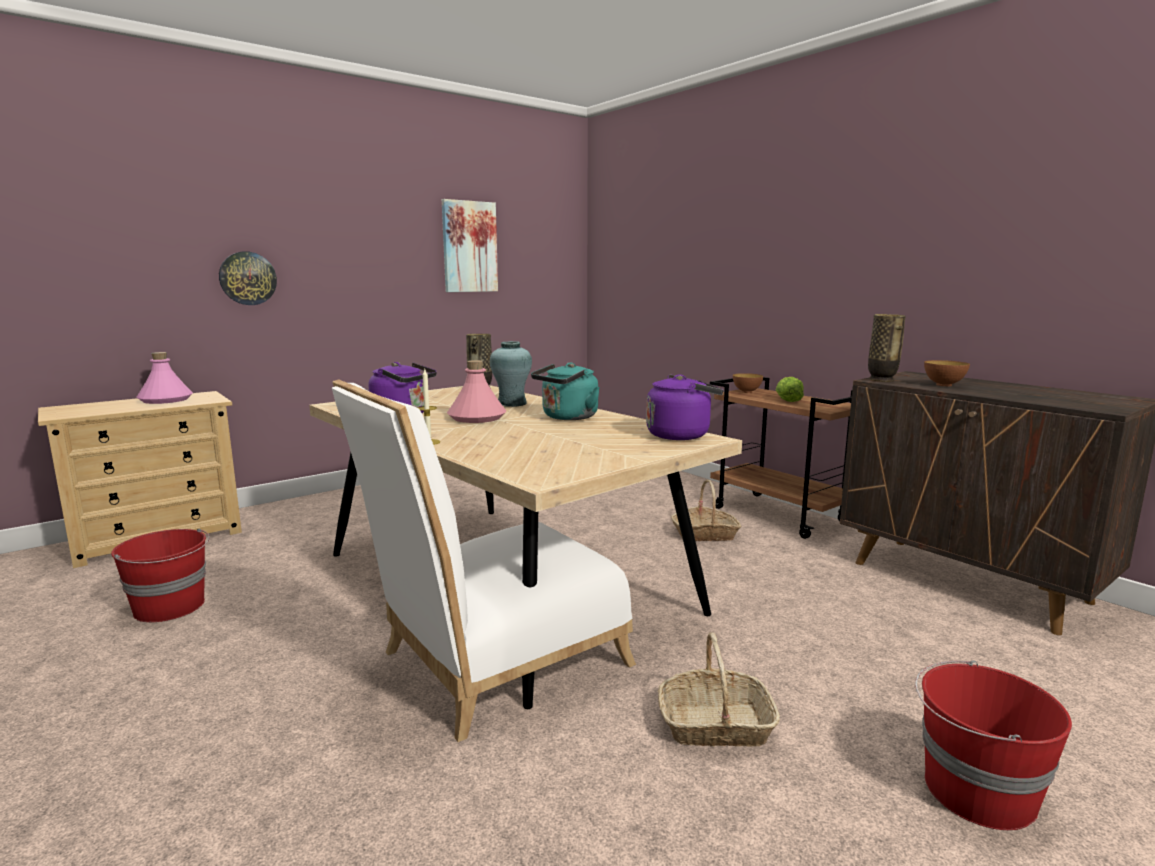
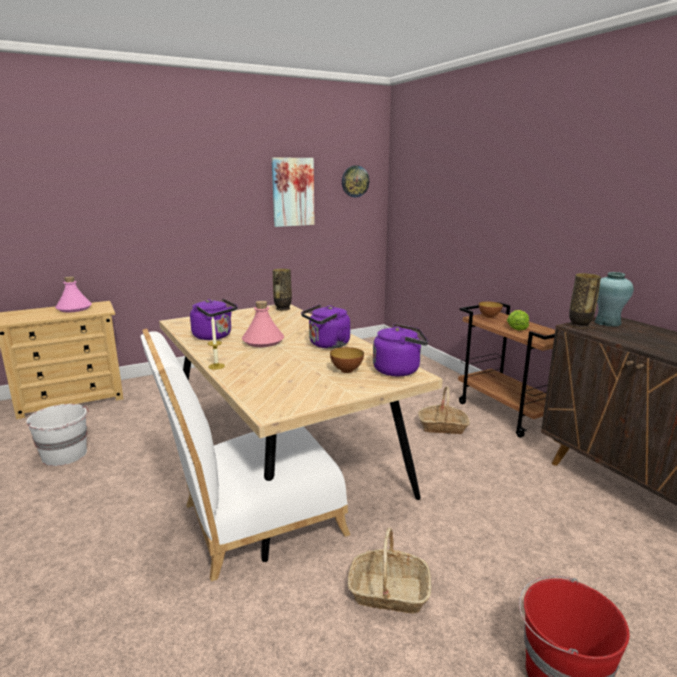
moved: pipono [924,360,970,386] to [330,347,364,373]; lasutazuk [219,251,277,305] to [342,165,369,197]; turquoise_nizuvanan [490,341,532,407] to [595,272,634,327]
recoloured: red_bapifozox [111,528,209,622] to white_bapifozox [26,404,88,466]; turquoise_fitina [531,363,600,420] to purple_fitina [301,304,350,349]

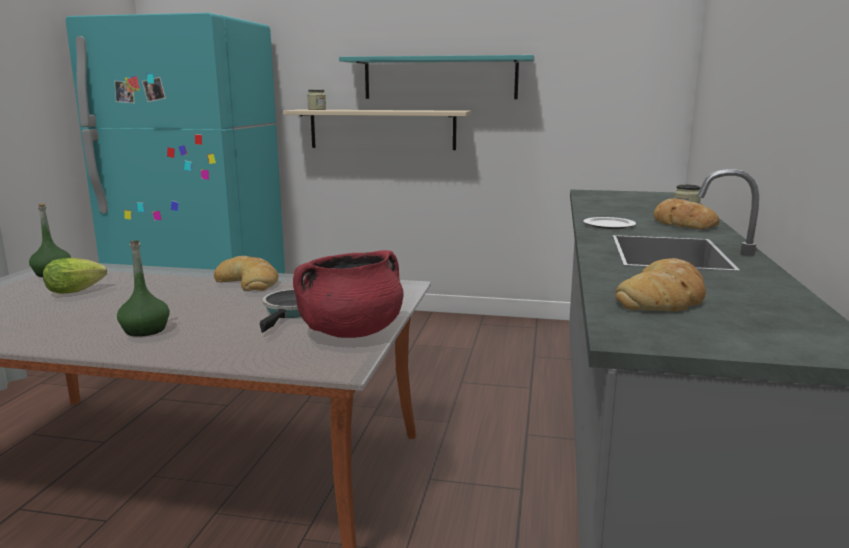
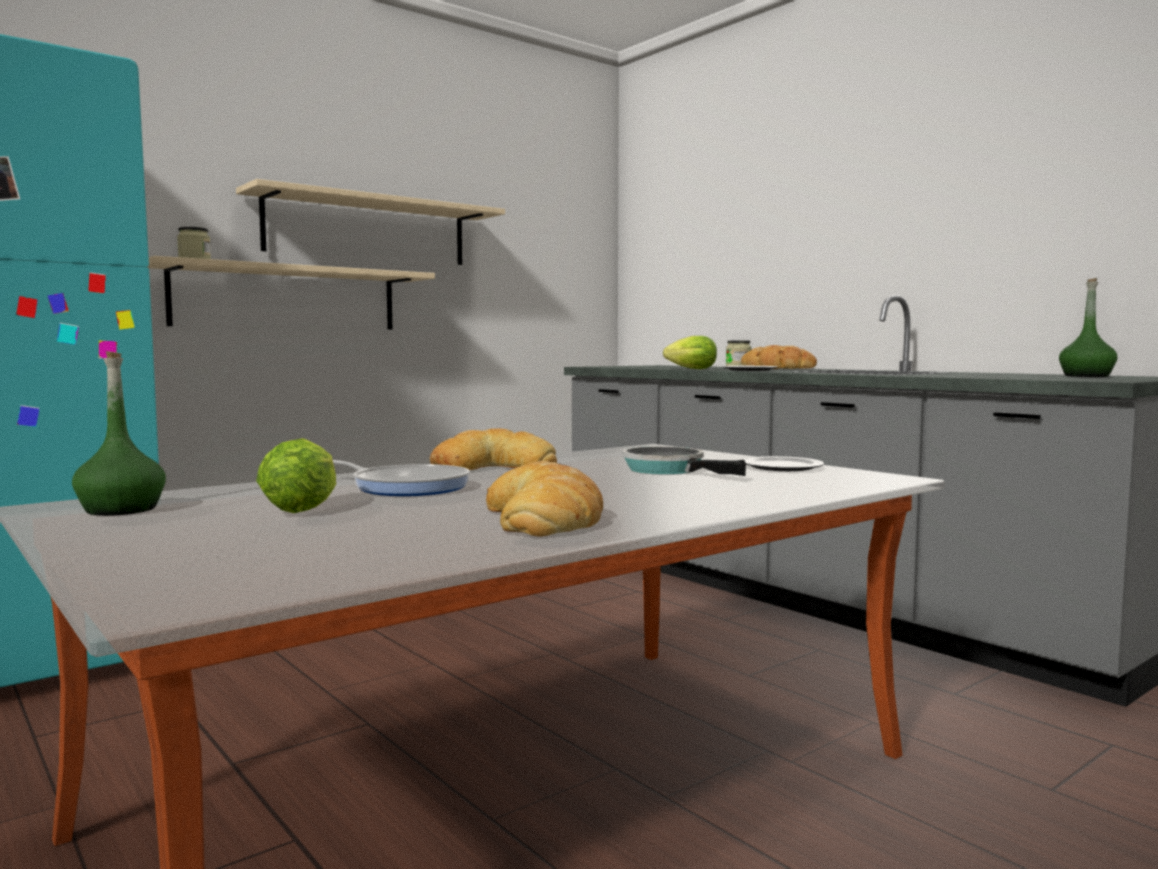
added: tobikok [333,460,470,496]; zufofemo [663,336,717,369]
moved: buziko [615,258,706,311] to [486,461,603,537]; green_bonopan [117,240,170,337] to [1059,278,1118,377]
replaced: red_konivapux [293,250,404,338] to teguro [743,456,824,471]
recoloured: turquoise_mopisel [339,55,535,99] to beige_mopisel [236,179,505,265]

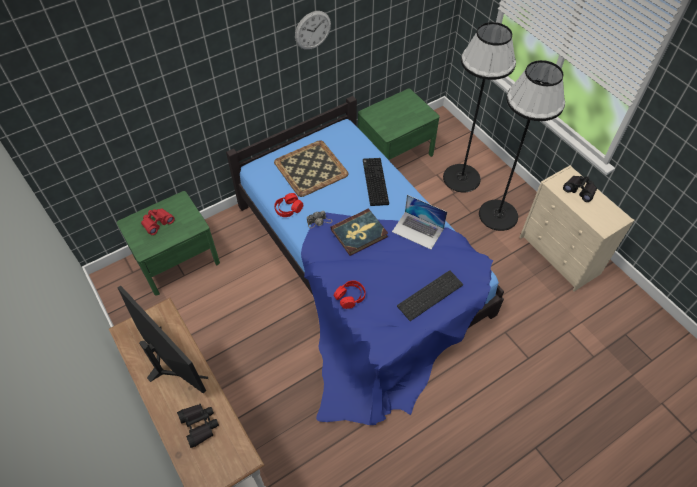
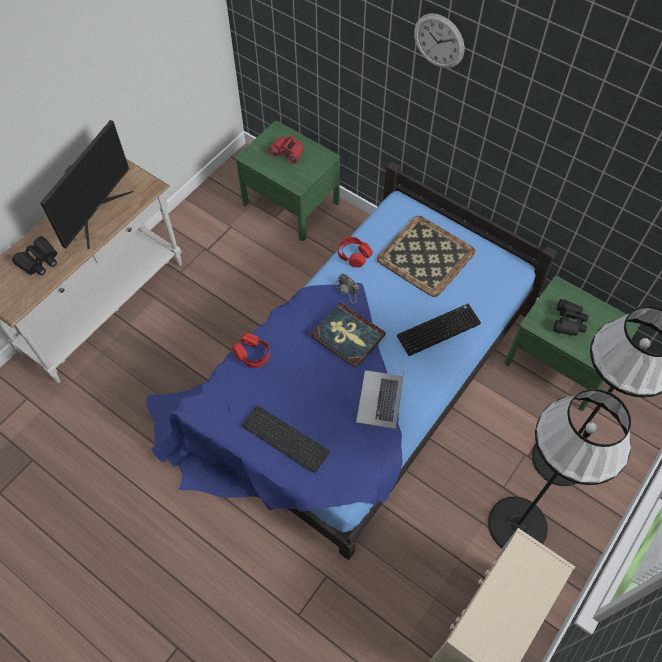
moved: lasutazuk [295,11,331,50] to [414,14,465,68]; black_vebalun [563,176,597,202] to [553,299,589,336]

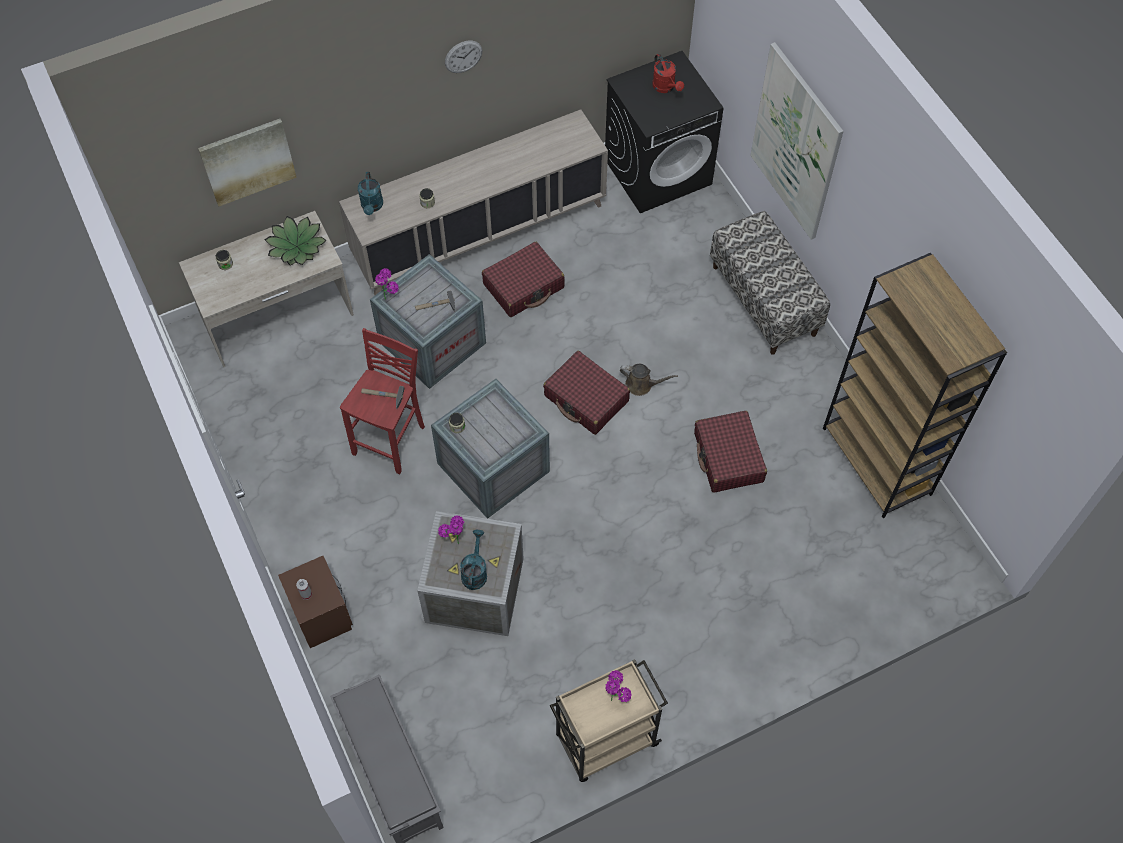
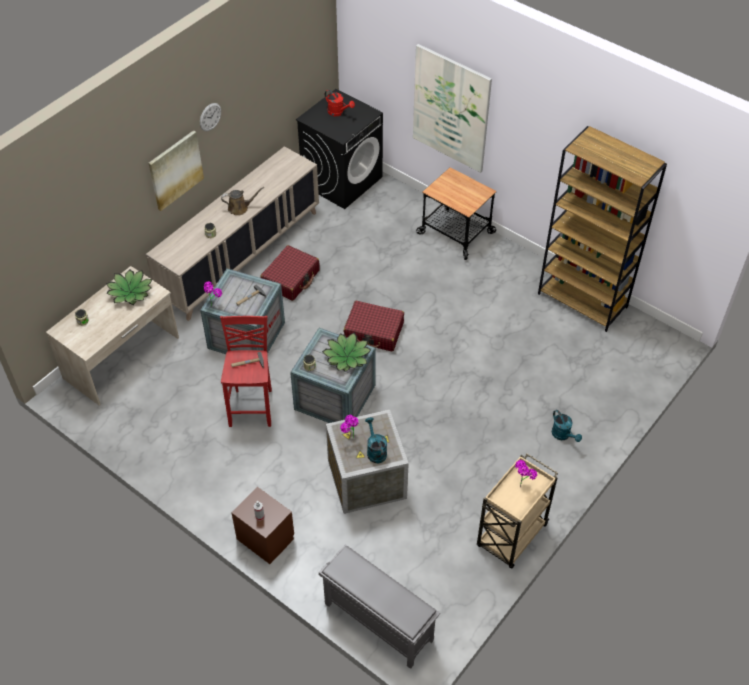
removed: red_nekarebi [694,411,767,493]
added: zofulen [322,333,371,372]
moved: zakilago [198,119,297,206] to [148,130,204,211]; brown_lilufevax [620,364,678,396] to [221,187,264,216]; turquoise_lilufevax [358,172,383,215] to [552,410,582,442]
replaced: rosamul [710,211,830,355] to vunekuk [416,167,497,260]

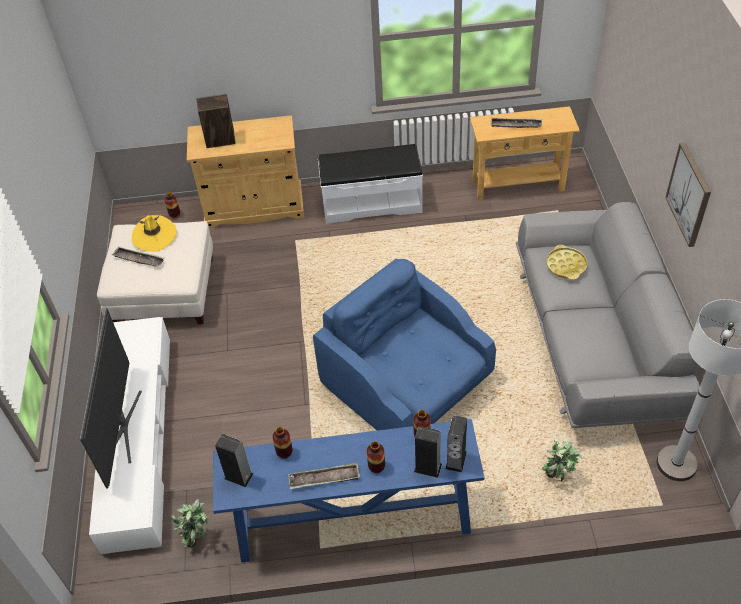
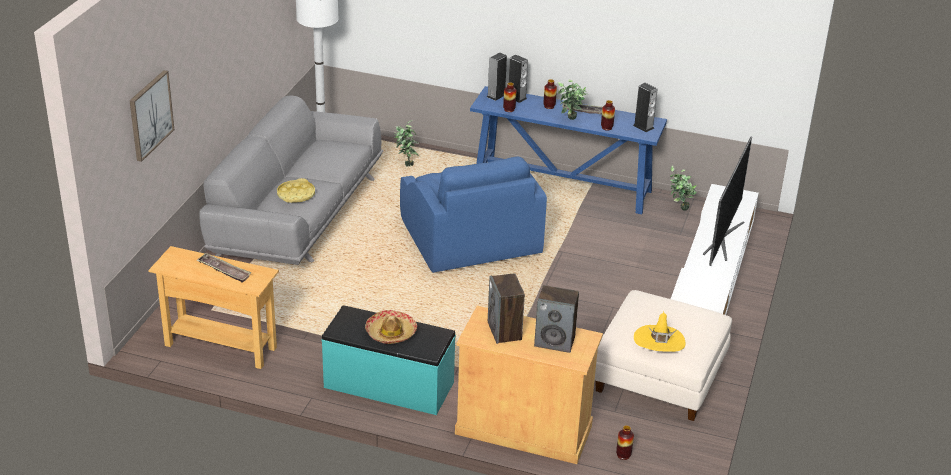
removed: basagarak [112,247,165,267]
added: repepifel [365,310,417,344]; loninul [488,273,525,344]; zofulen [558,79,587,120]
moved: zakilago [665,143,711,247] to [129,70,175,162]
recoloured: white_rosamul [318,144,423,224] to turquoise_rosamul [322,305,456,415]

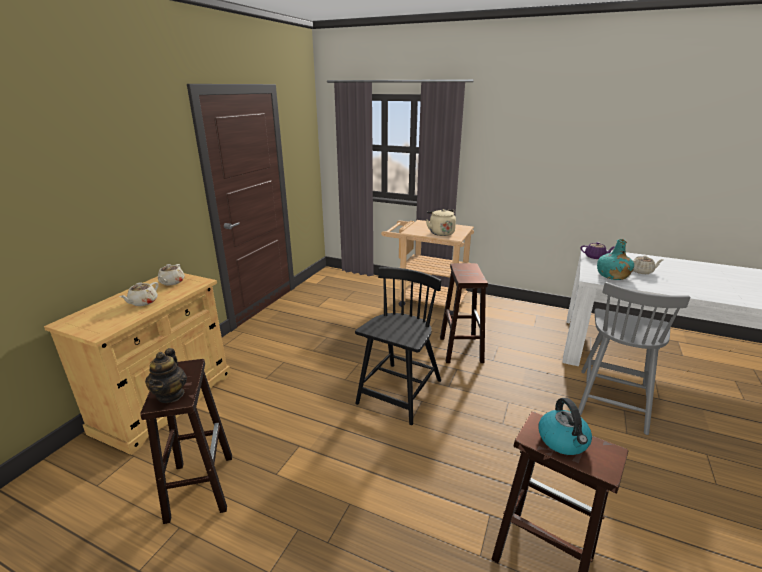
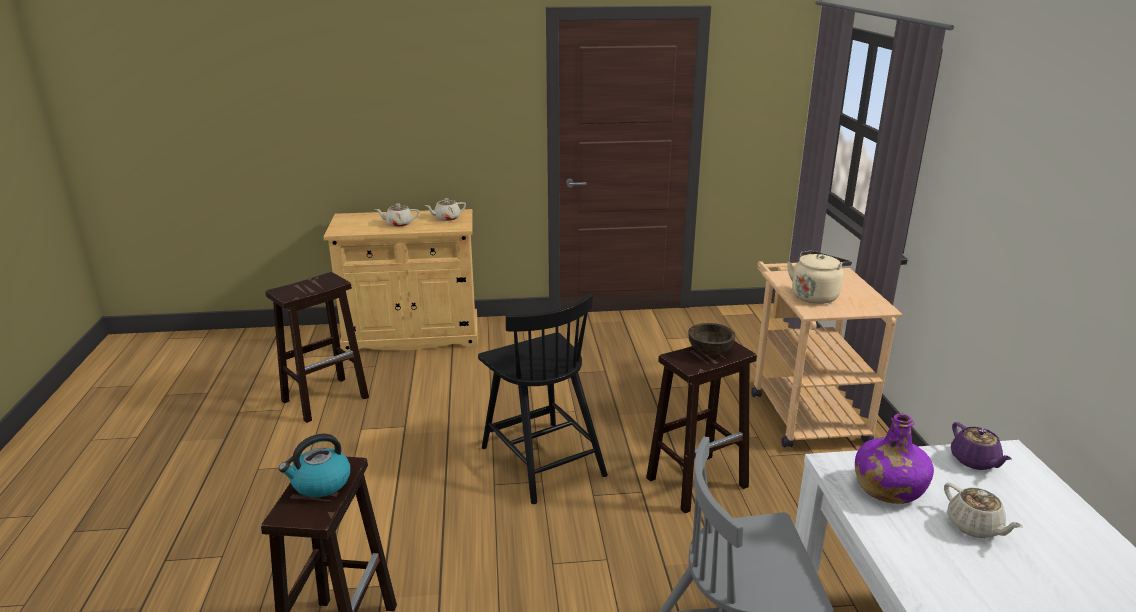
removed: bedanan [145,348,187,403]
added: brown_pipono [688,323,735,356]
recoloured: turquoise_bonopan [597,239,634,280] to purple_bonopan [855,414,934,504]
turned: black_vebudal [355,267,441,425] = [478,294,608,504] 60 degrees clockwise

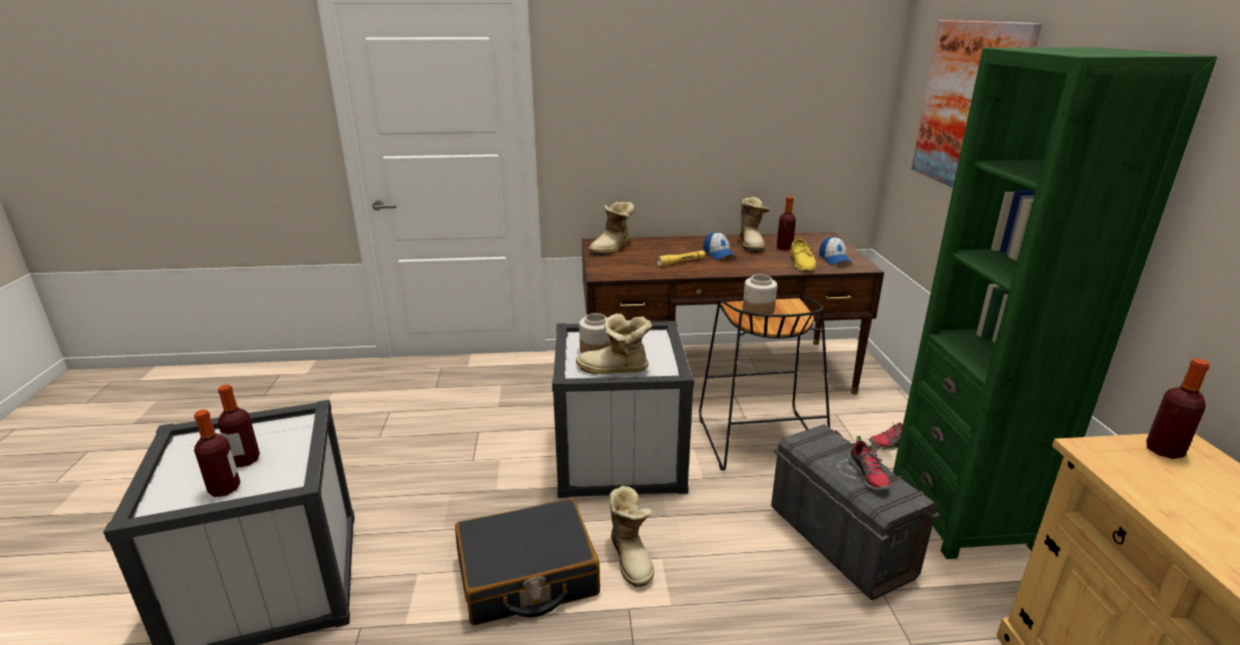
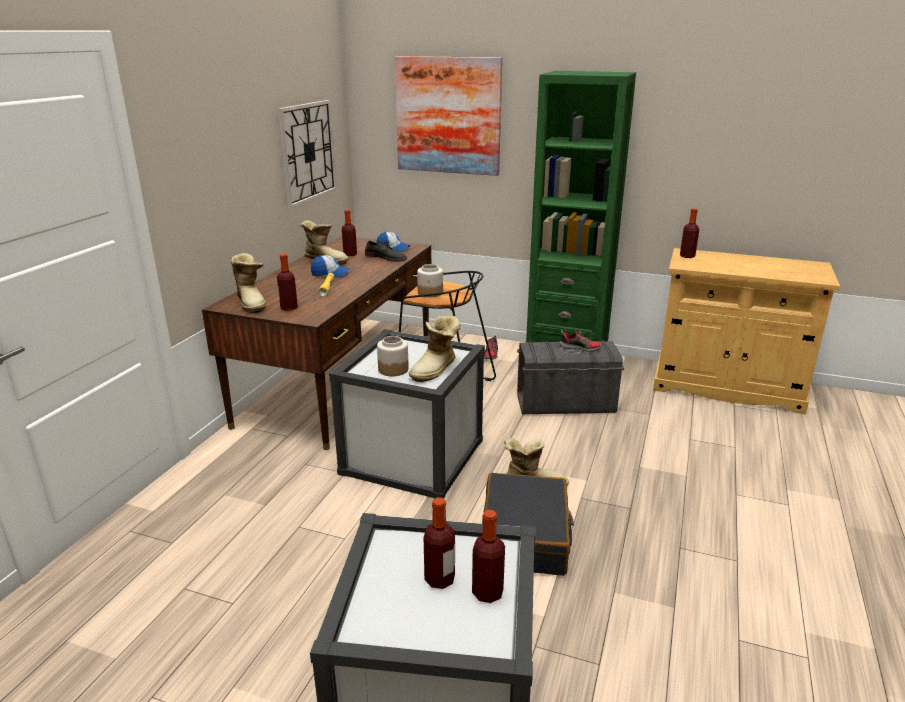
added: bonopan [277,254,298,311]; lasutazuk [278,100,337,208]
recoloured: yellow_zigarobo [790,238,816,272] to grey_zigarobo [365,241,407,262]

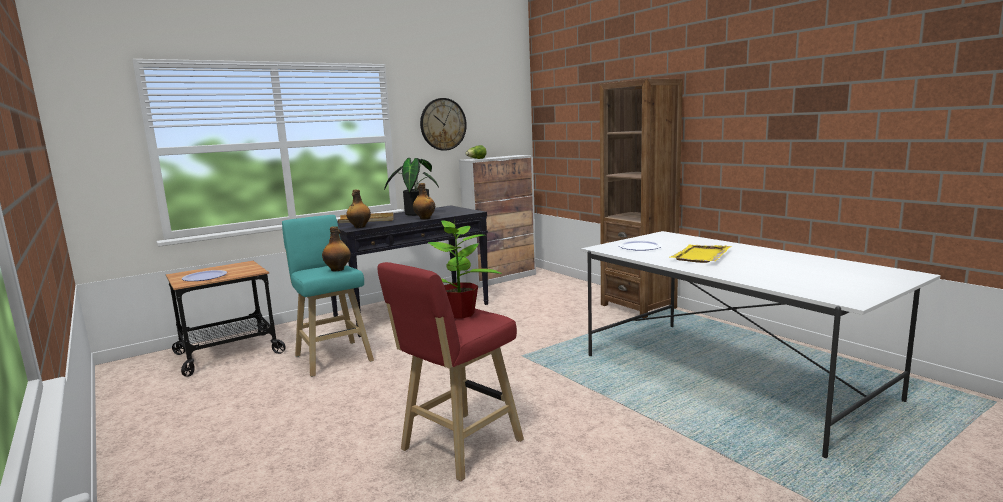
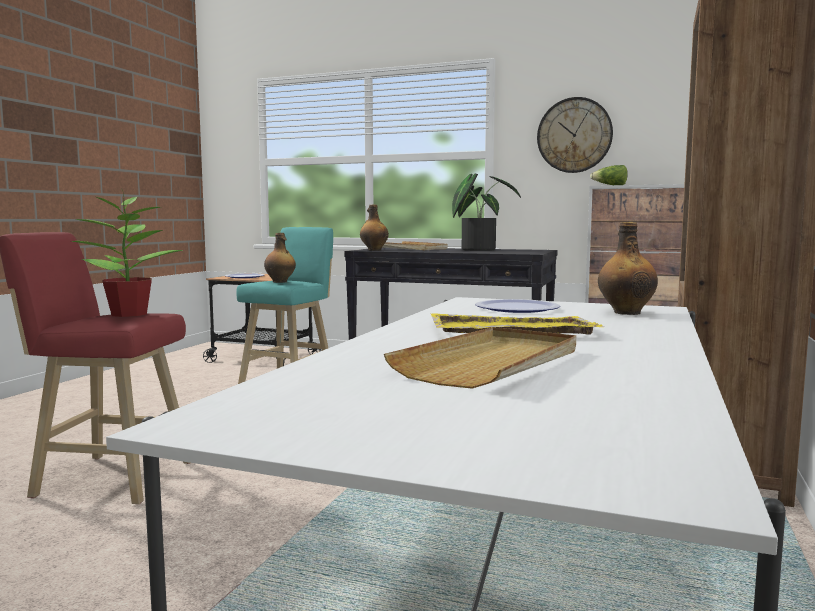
added: beige_basagarak [384,327,576,389]
moved: bonopan [413,183,435,220] to [598,222,658,315]

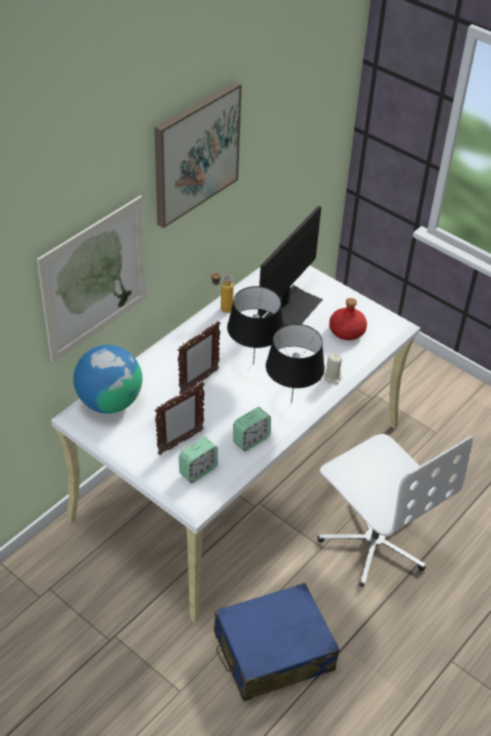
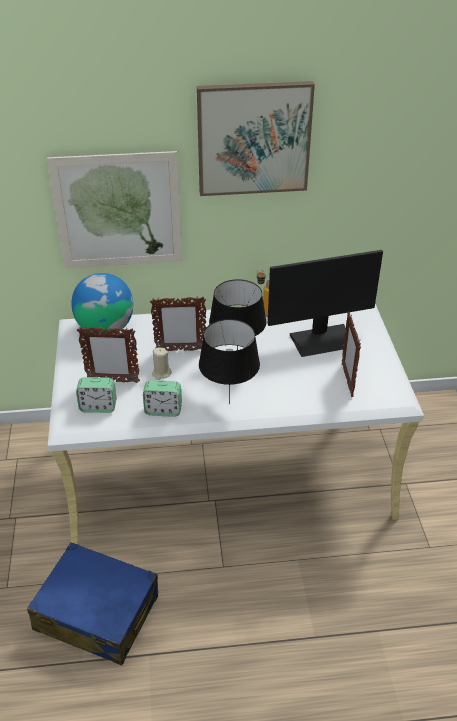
removed: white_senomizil [318,434,473,587]
moved: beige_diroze [323,353,342,384] to [152,347,172,380]
replaced: red_bonopan [329,298,367,340] to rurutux [342,311,361,397]

